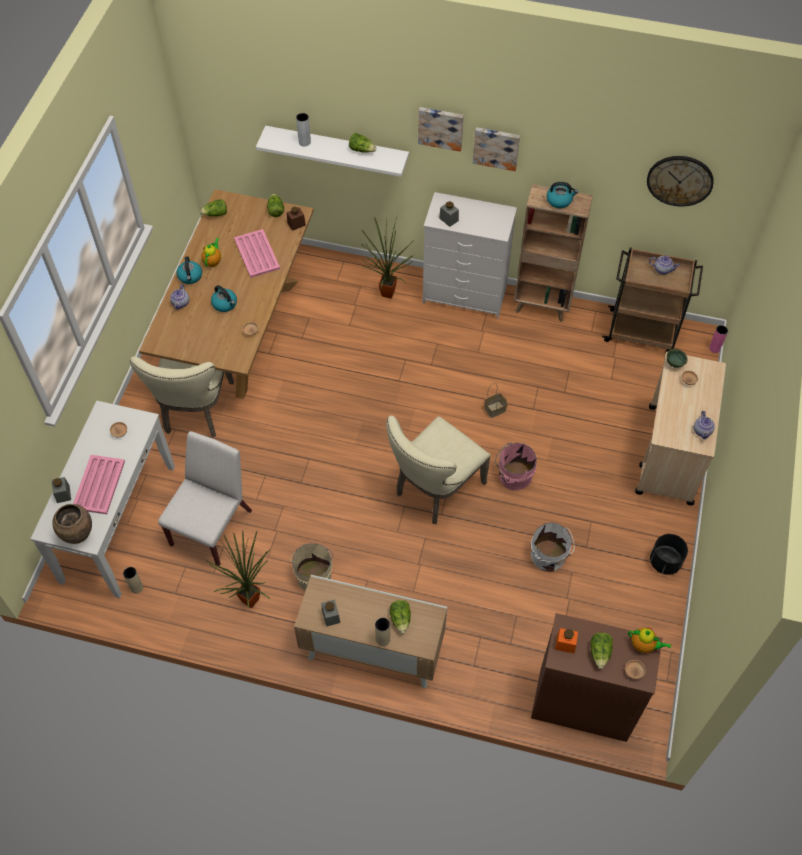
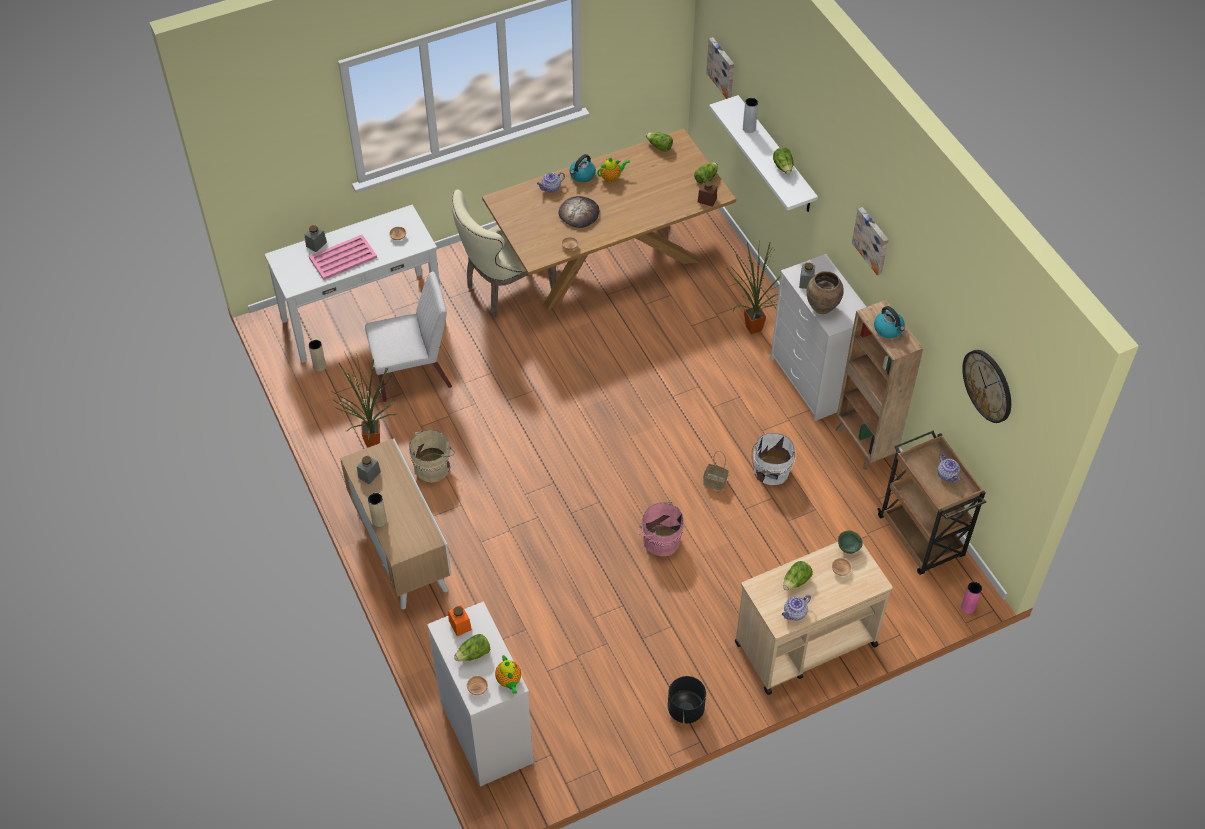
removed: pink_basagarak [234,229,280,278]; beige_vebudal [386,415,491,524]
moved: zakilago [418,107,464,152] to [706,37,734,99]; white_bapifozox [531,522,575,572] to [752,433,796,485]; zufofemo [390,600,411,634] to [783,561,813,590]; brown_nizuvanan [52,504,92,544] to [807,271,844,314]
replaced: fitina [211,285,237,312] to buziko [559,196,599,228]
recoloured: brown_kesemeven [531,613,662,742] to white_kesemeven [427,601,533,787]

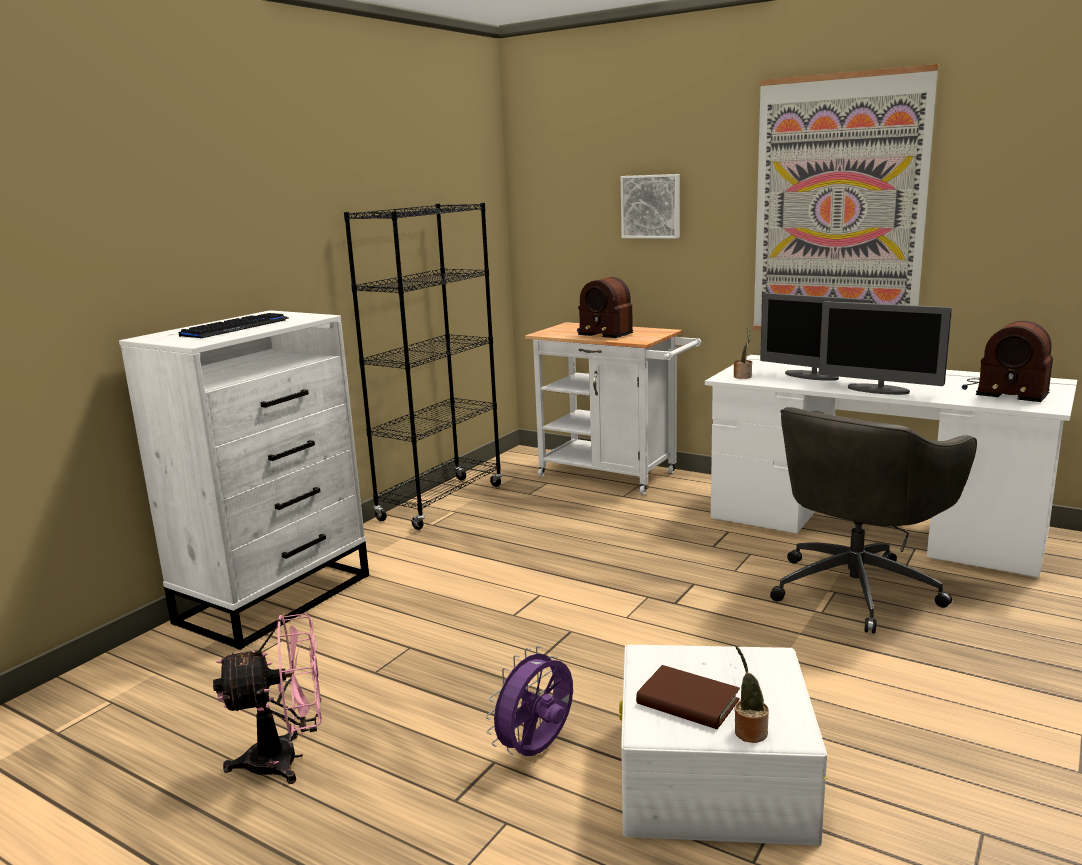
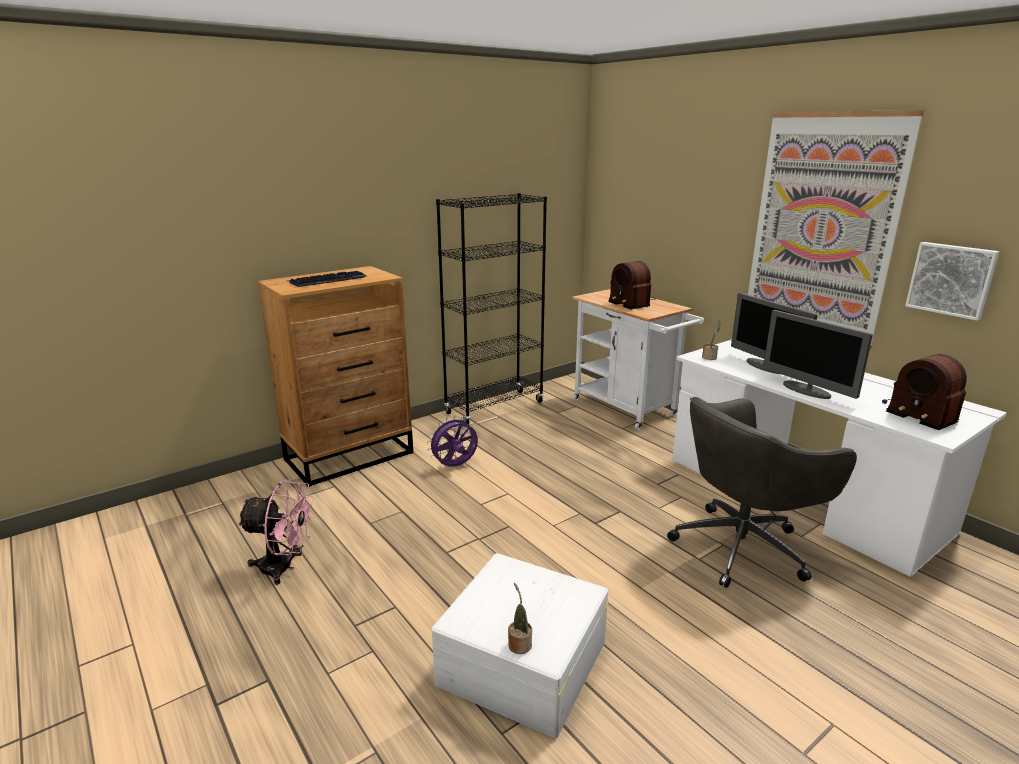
removed: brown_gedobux [636,665,740,729]
moved: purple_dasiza [486,646,573,756] to [427,416,478,467]; zakilago [621,174,680,239] to [905,242,1000,321]
recoloured: white_kesemeven [119,310,369,650] to brown_kesemeven [258,266,413,487]

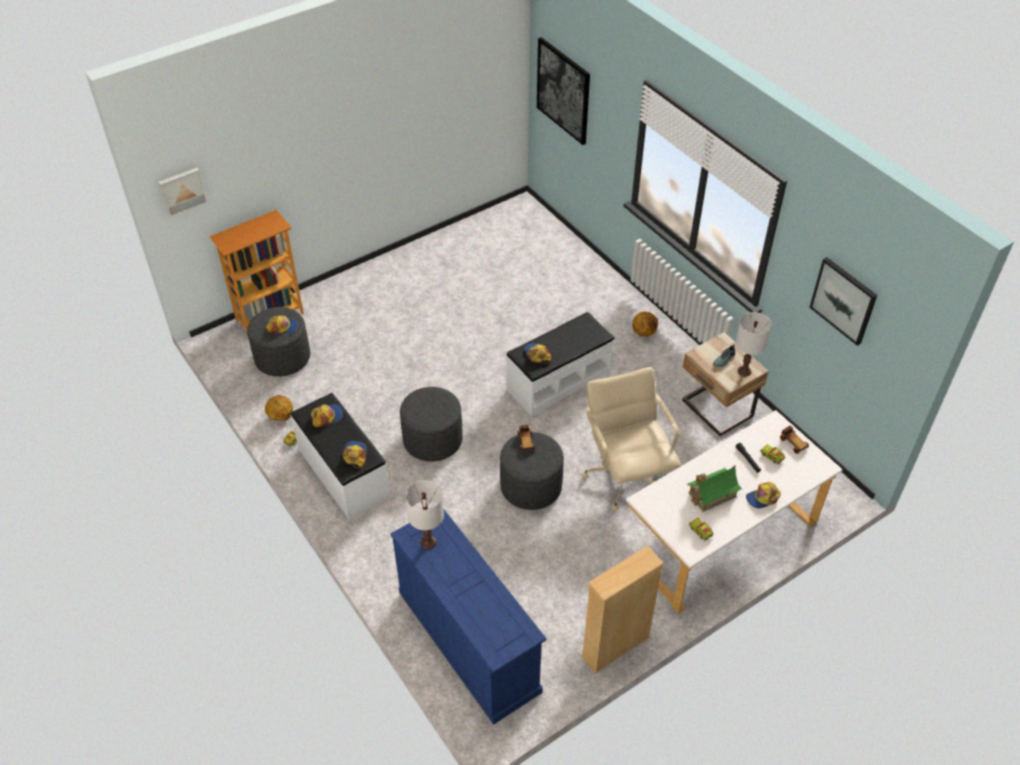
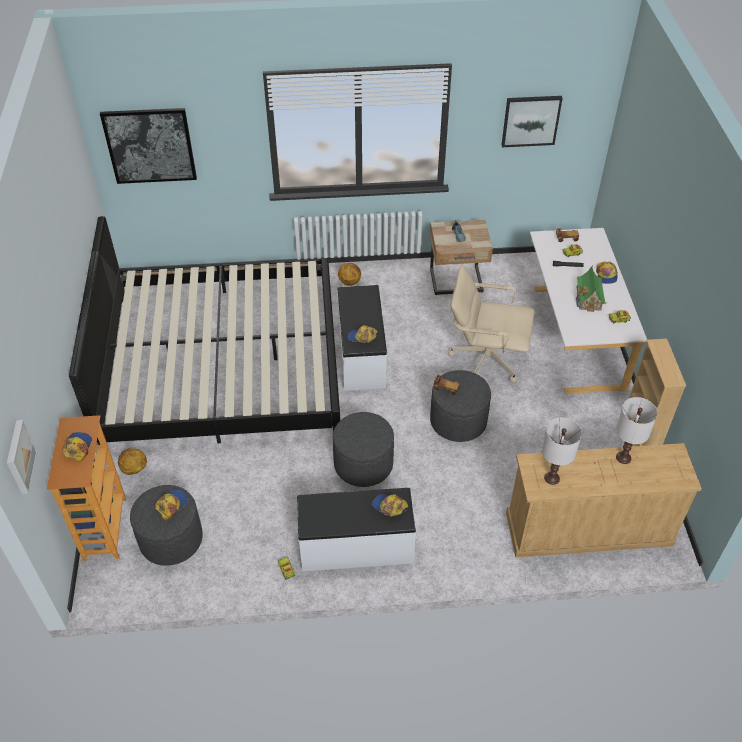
added: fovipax [69,216,340,445]
moved: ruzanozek [311,404,343,427] to [62,432,92,462]; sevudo [265,395,293,421] to [118,448,147,475]; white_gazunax [736,312,772,377] to [616,397,658,464]
recoloured: blue_kesemeven [391,510,546,725] to beige_kesemeven [506,443,702,558]

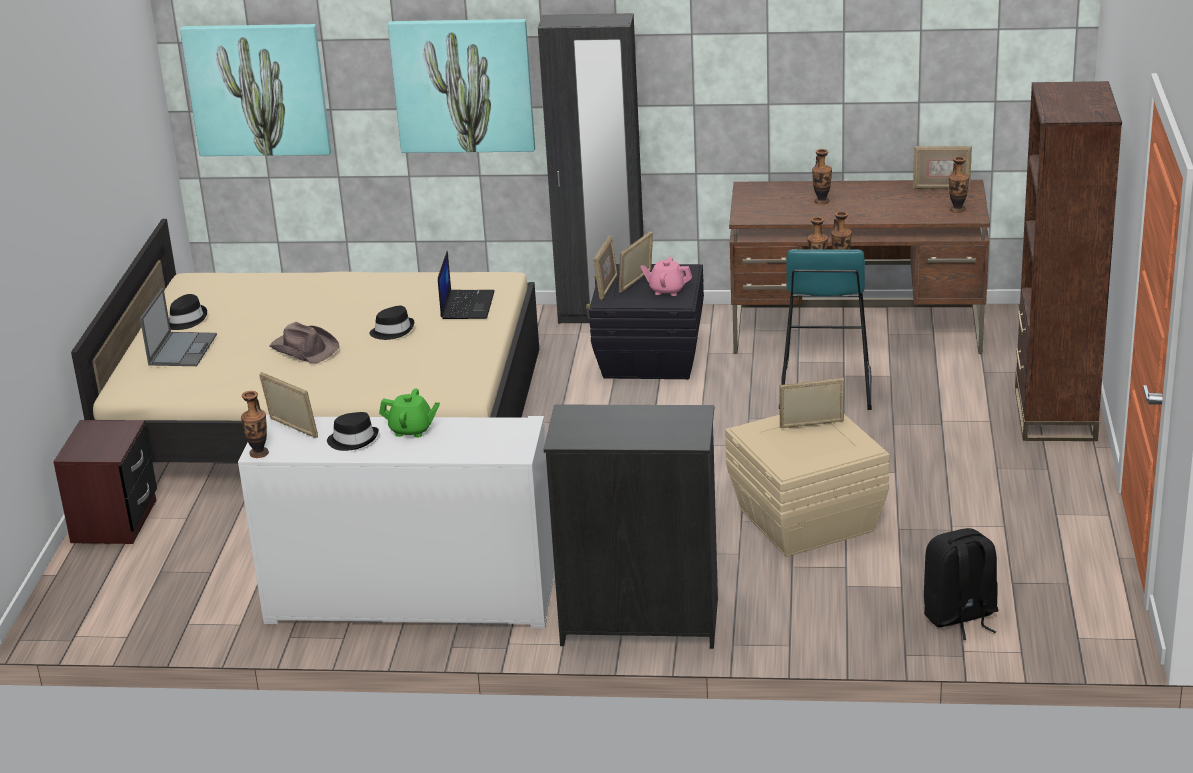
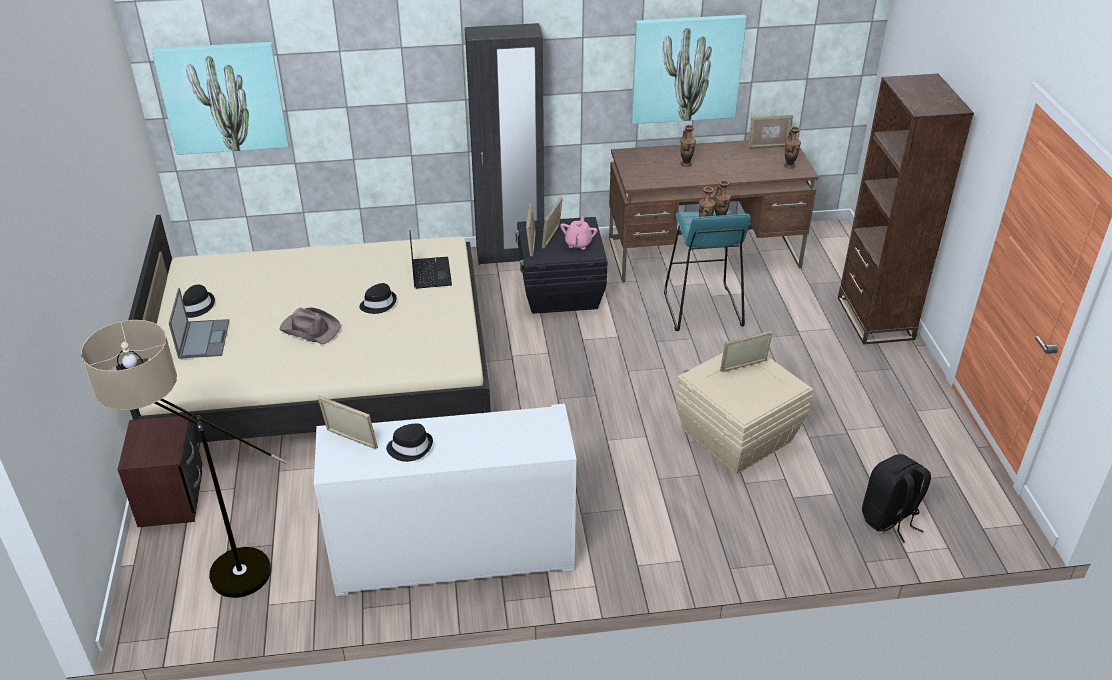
removed: nizuvanan [241,391,269,458]; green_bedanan [379,389,440,438]; black_kesemeven [544,405,718,649]
added: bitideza [81,320,287,598]
moved: zakilago [388,19,535,153] to [631,15,747,124]
turned: pink_bedanan [641,257,692,296] = [560,216,597,249] 105 degrees clockwise

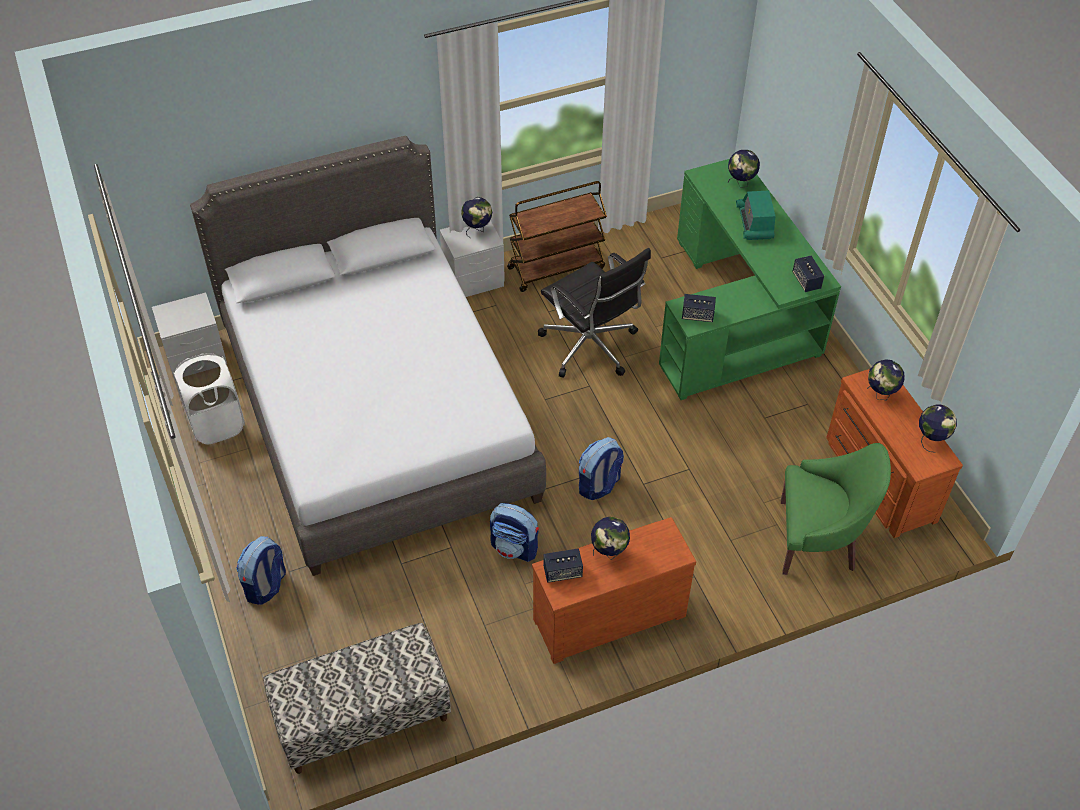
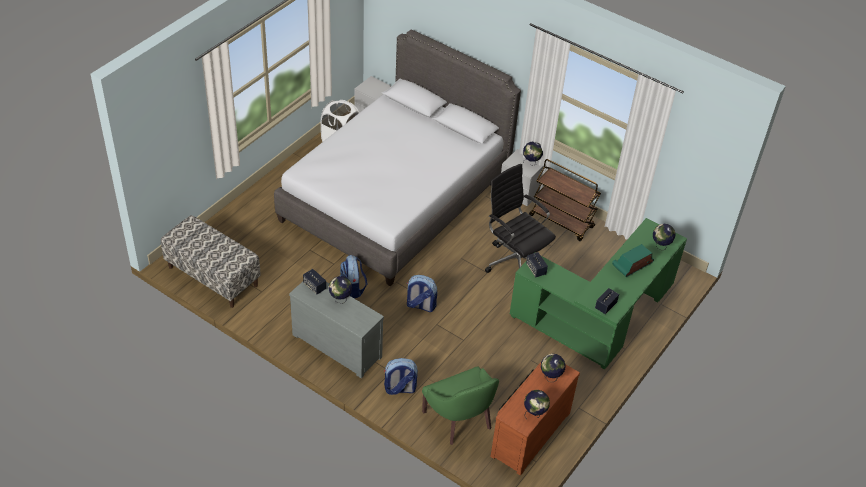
moved: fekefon [236,536,286,605] to [384,358,418,395]
recoloured: brown_kesemeven [532,517,696,664] to grey_kesemeven [289,282,384,378]
turned: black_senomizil [538,248,651,378] = [485,164,556,273] 120 degrees clockwise

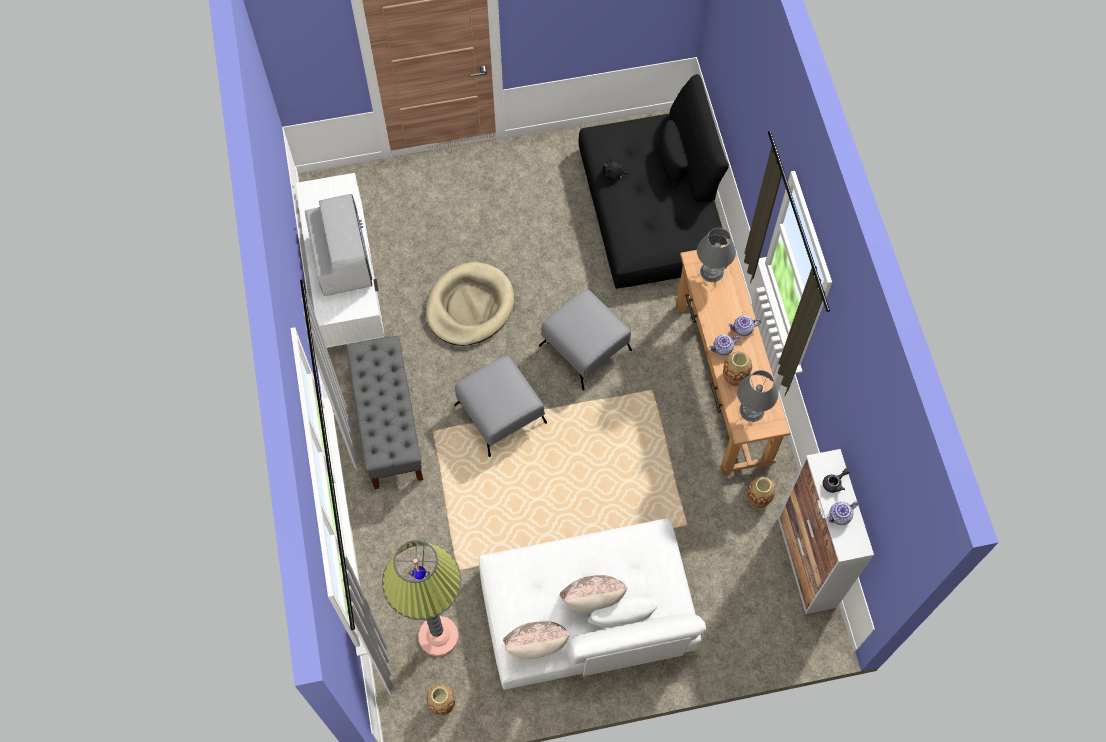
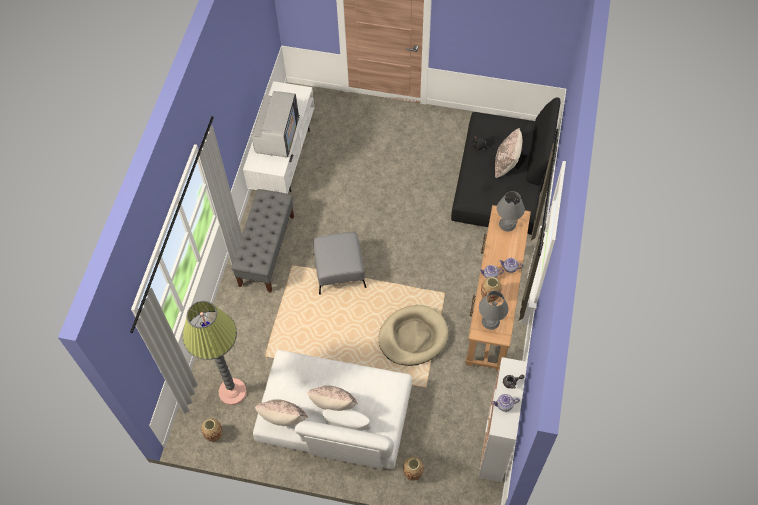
removed: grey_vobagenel [539,289,632,390]
added: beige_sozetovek [495,128,522,178]
moved: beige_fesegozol [425,262,514,346] to [378,305,448,366]; nizuvanan [747,476,775,508] to [403,457,424,481]

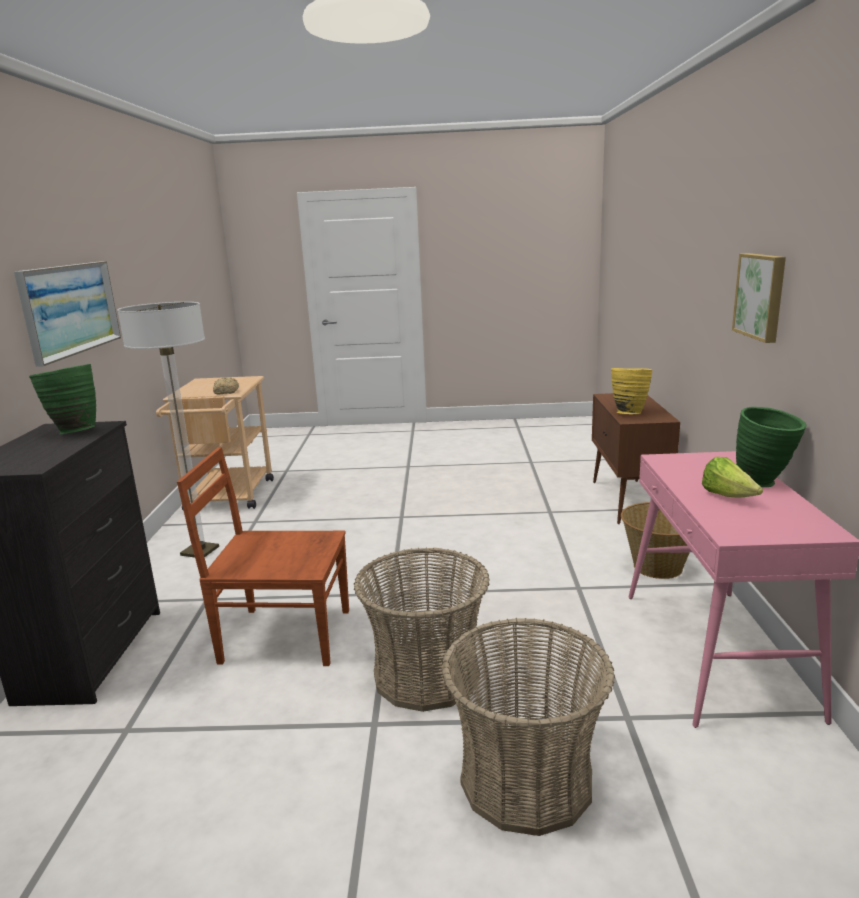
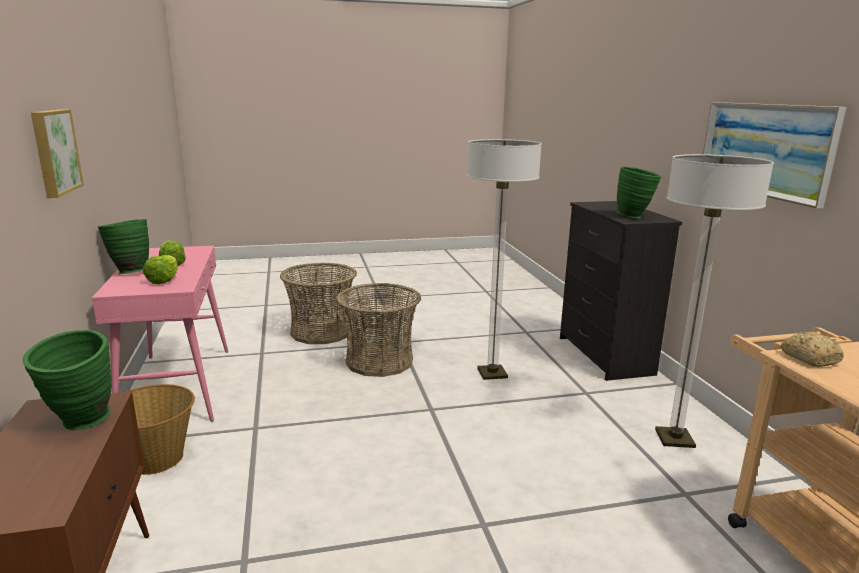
added: zufofemo [143,255,178,284]
replaced: brown_vebudal [177,447,349,666] to bitideza [467,139,542,380]
recoloured: yellow_nizuvanan [611,368,652,414] to green_nizuvanan [23,330,112,430]

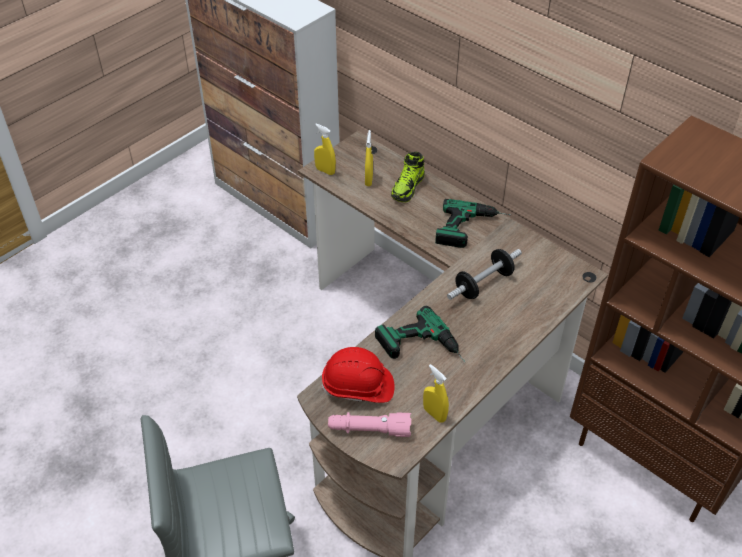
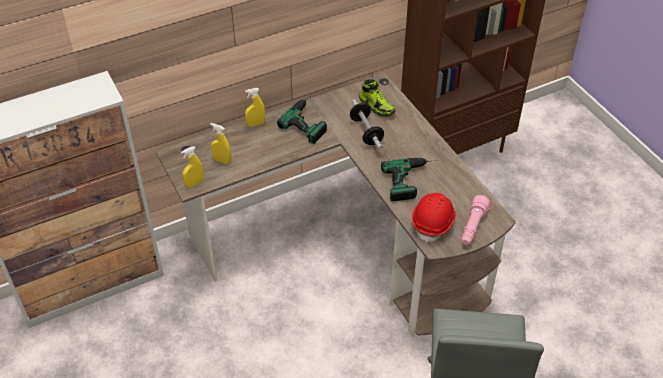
moved: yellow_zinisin [423,364,449,423] to [245,88,265,127]; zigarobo [391,152,425,202] to [359,79,396,117]

